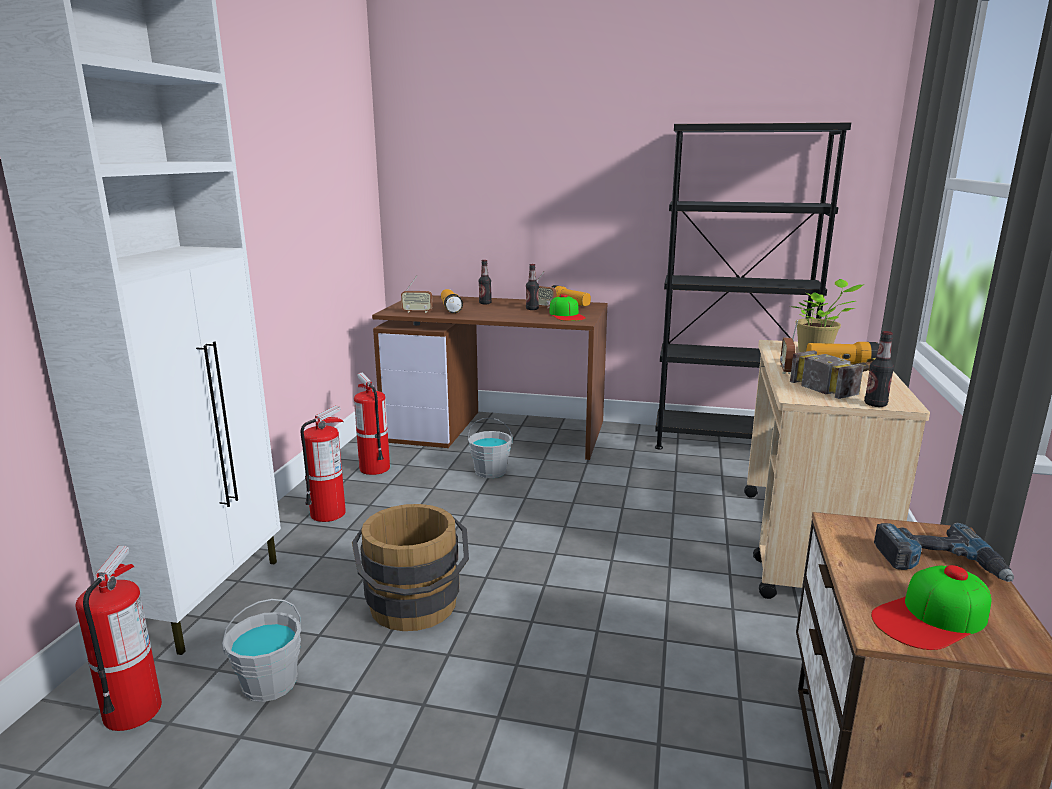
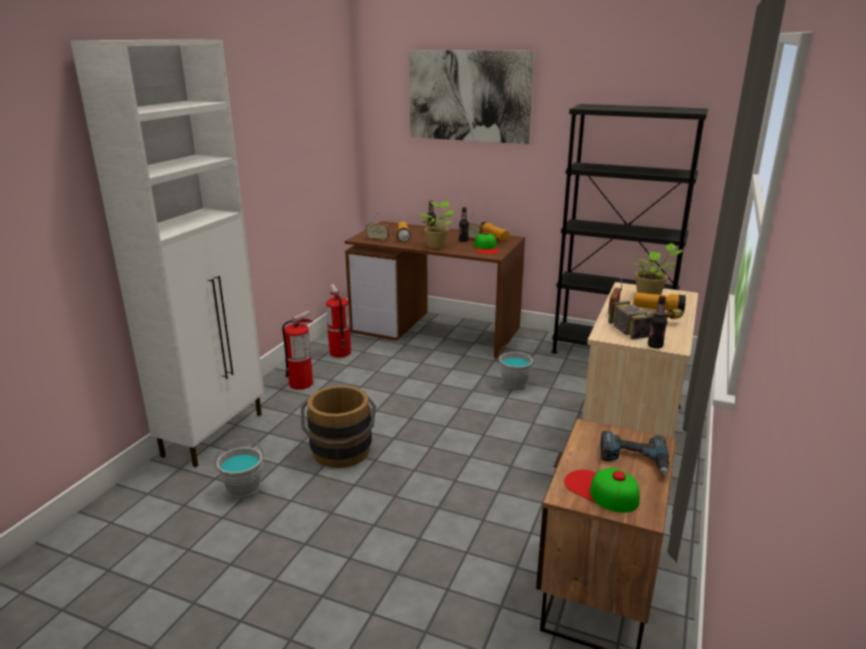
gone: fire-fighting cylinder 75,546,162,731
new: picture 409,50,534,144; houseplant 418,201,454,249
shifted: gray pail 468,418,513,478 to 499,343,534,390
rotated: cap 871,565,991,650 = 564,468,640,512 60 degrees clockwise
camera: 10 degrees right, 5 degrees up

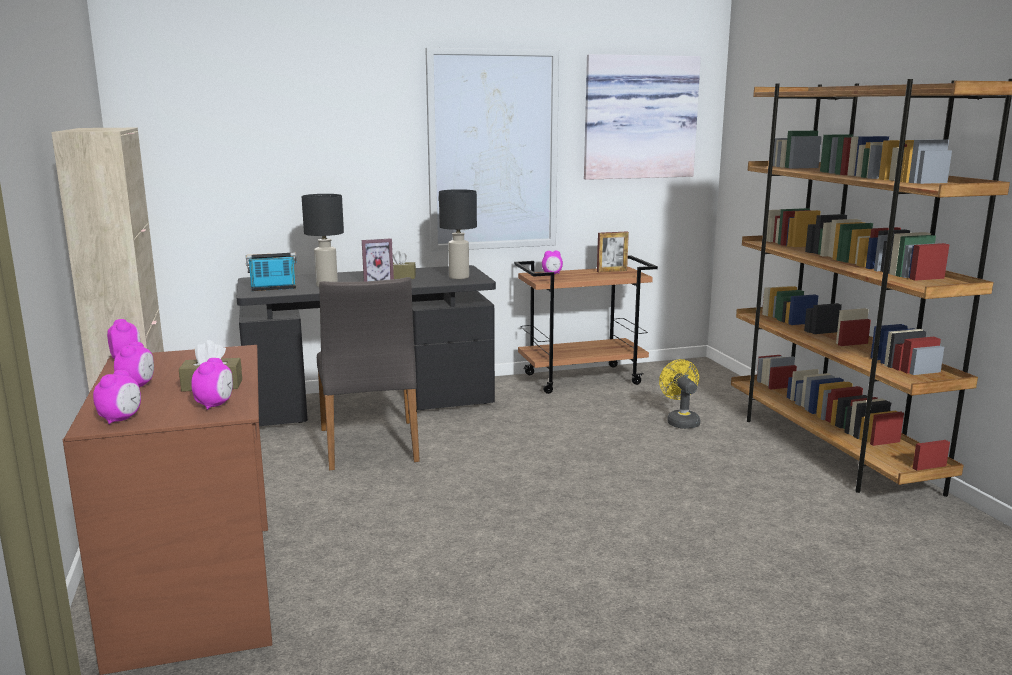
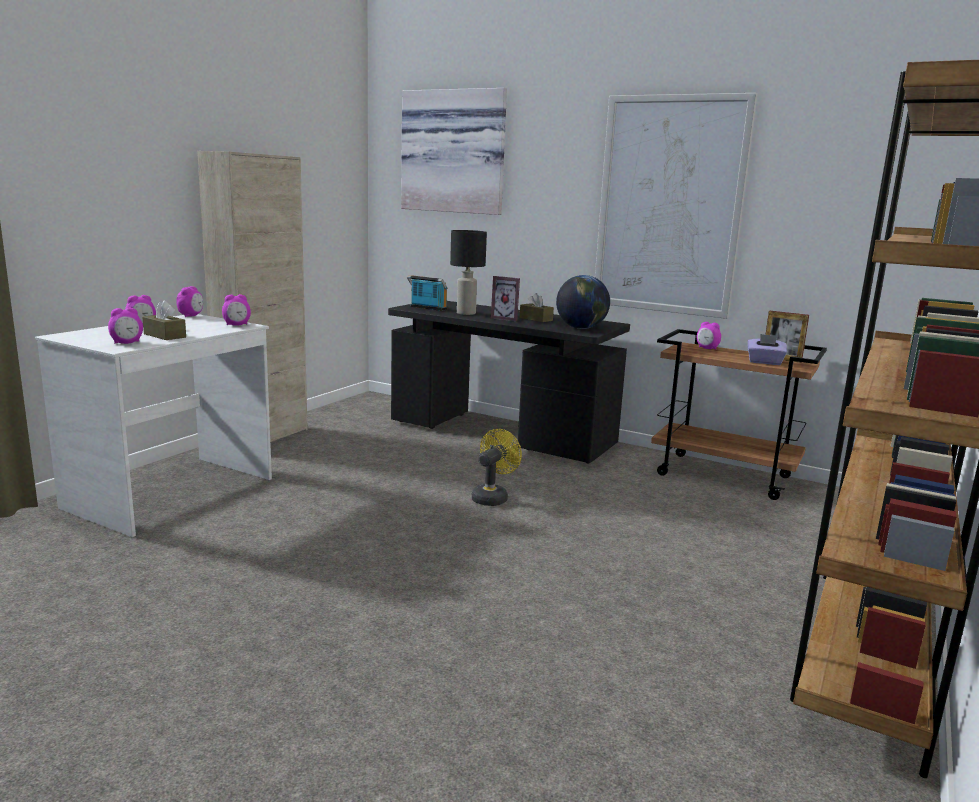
gone: gray plain chair 317,277,420,470
new: purple-coloured tissue box 748,334,787,365
shifted: alarm clock 93,370,141,424 to 222,294,251,326; picture 584,54,701,180 to 401,88,507,215; yellow-coloured cooling fan 659,359,700,429 to 471,429,522,506
swapped: black tabletop lamp 439,189,477,279 to desk globe 556,275,610,329
repainted: brownish desk table 63,345,272,675 to white-coloured desk table 35,314,272,537
camera: 45 degrees right, 0 degrees up

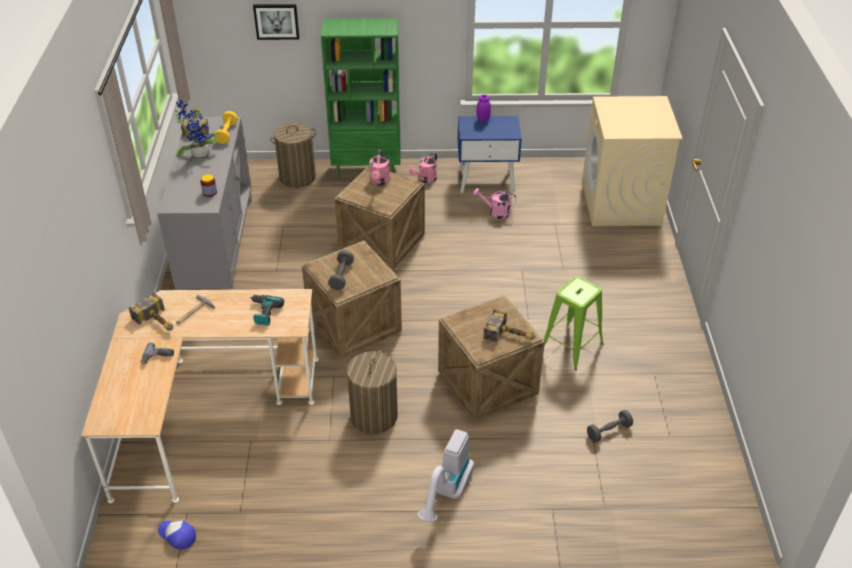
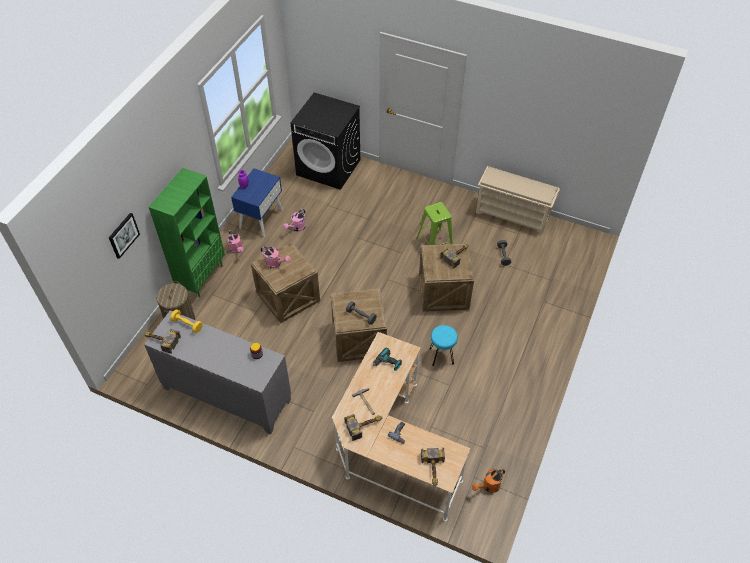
gone: houseplant 174,99,221,160; vacuum cleaner 417,429,474,522
new: tool hammer 421,448,445,486; beige shoe rack 476,166,560,234
swapped: laundry basket 347,350,398,434 to turquoise-coloured stool seat 429,325,458,366; cap 158,521,196,550 to orange watering pot 472,469,505,493
repainted: beige laundry machine 582,96,683,226 to black laundry machine 290,92,360,190
camera: 65 degrees left, 10 degrees up

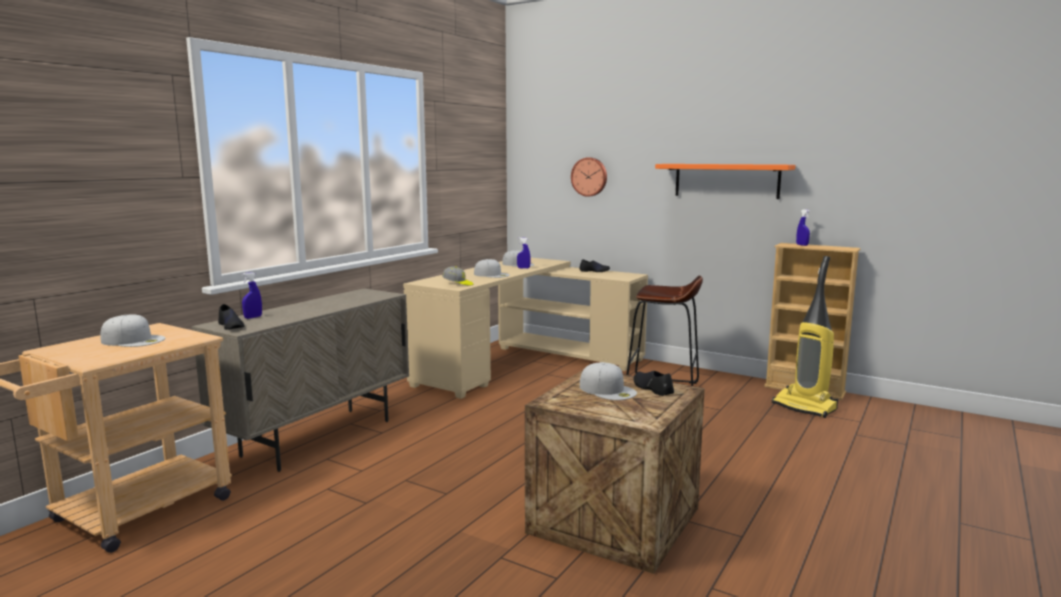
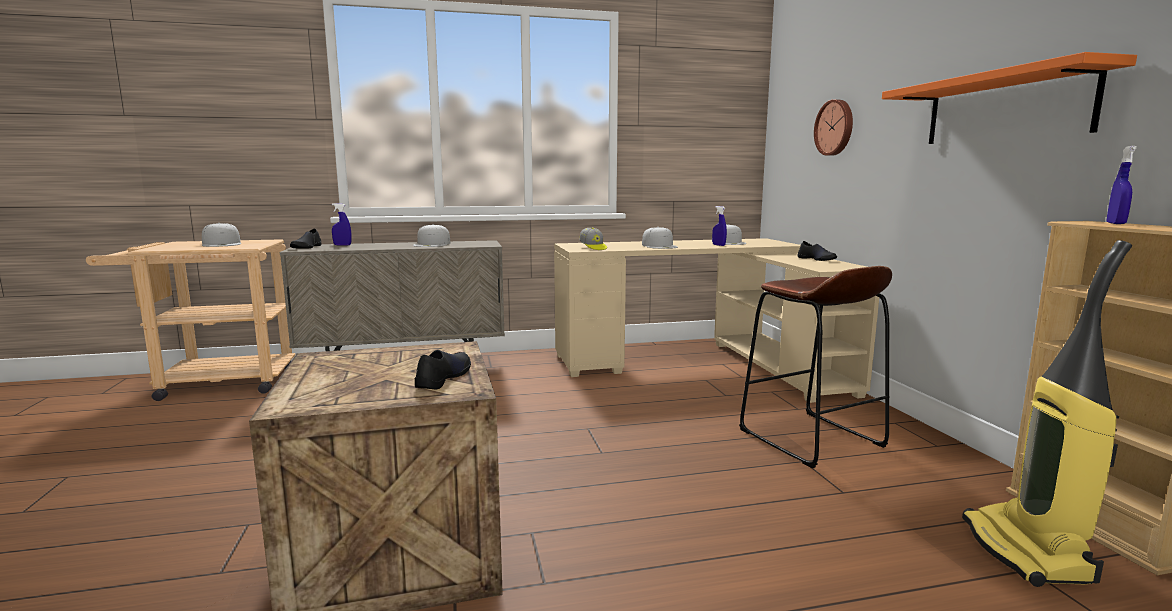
shifted: white-coloured cap 580,362,637,400 to 413,224,450,247
camera: 45 degrees right, 0 degrees up

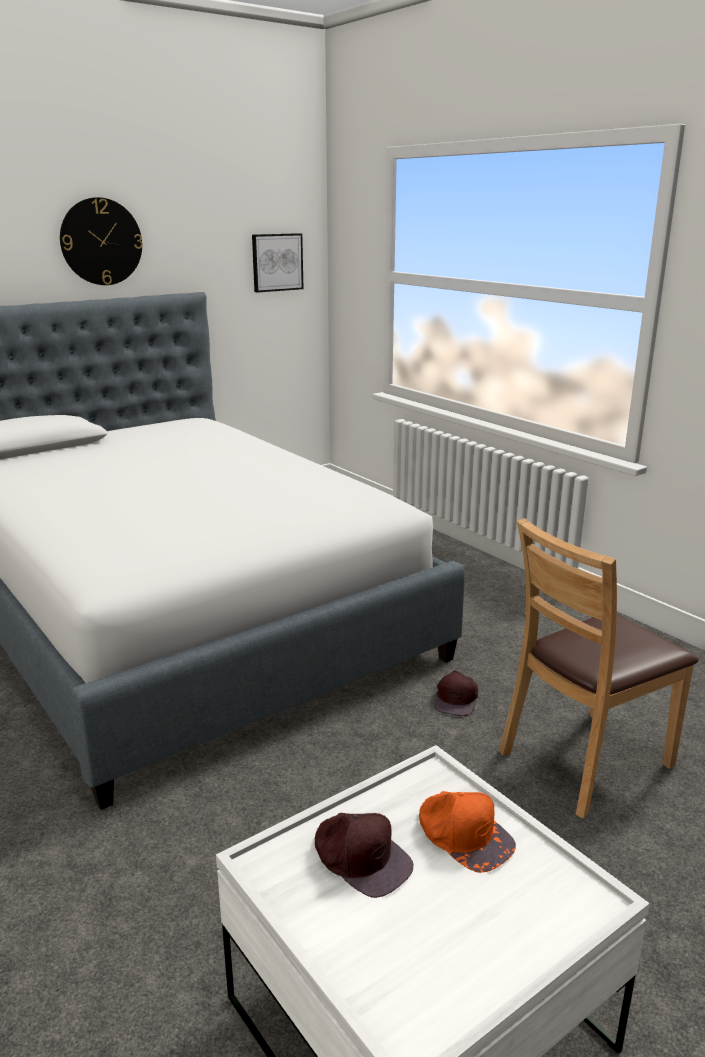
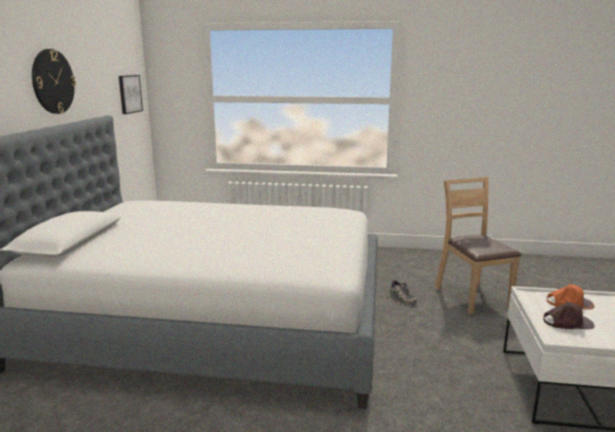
swapped: brownish cap 435,670,478,716 to low shoe 389,279,417,305
rotated: brownish plain chair 499,518,698,818 = 435,177,522,315 150 degrees clockwise
camera: 45 degrees left, 5 degrees down

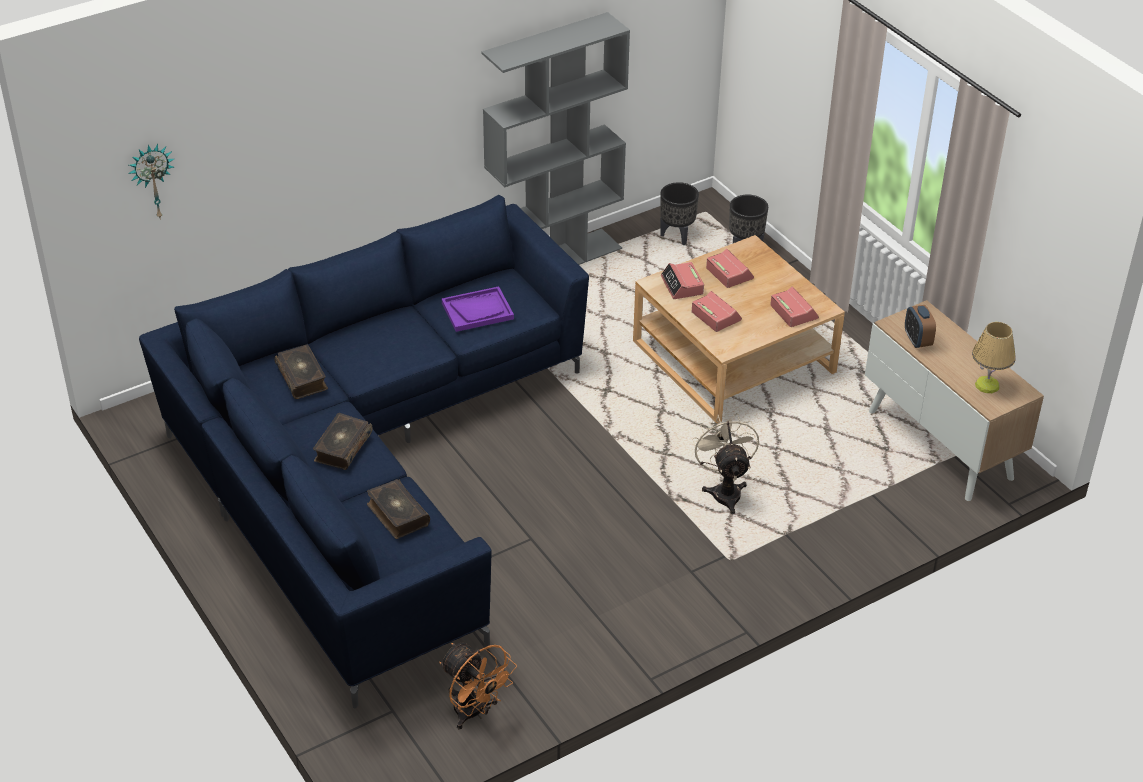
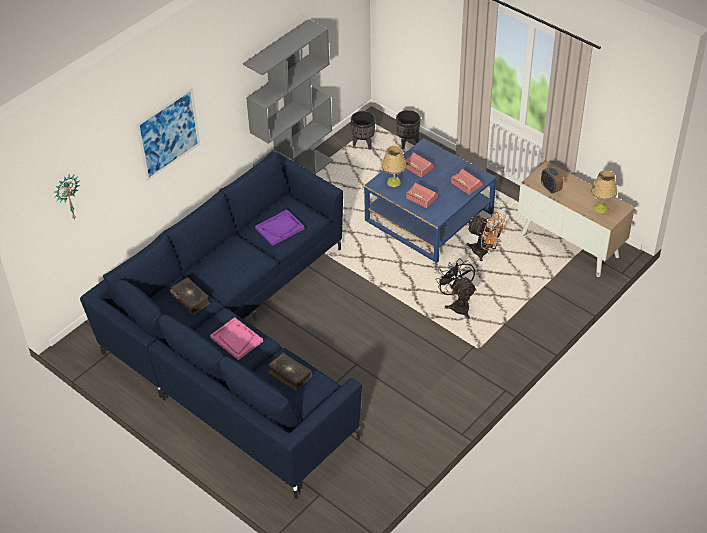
new: picture 136,87,200,181
shifted: orange cooling fan 439,643,517,730 to 466,212,507,261
swapped: book 313,413,373,470 to pink-coloured tray 210,317,263,360; alarm clock 661,262,704,299 to tabletop lamp 382,146,406,187
repainted: beige coffee table 633,235,845,424 to blue-coloured coffee table 364,138,496,263; beige cooling fan 692,413,759,514 to black cooling fan 436,258,477,319
camera: 15 degrees left, 5 degrees up

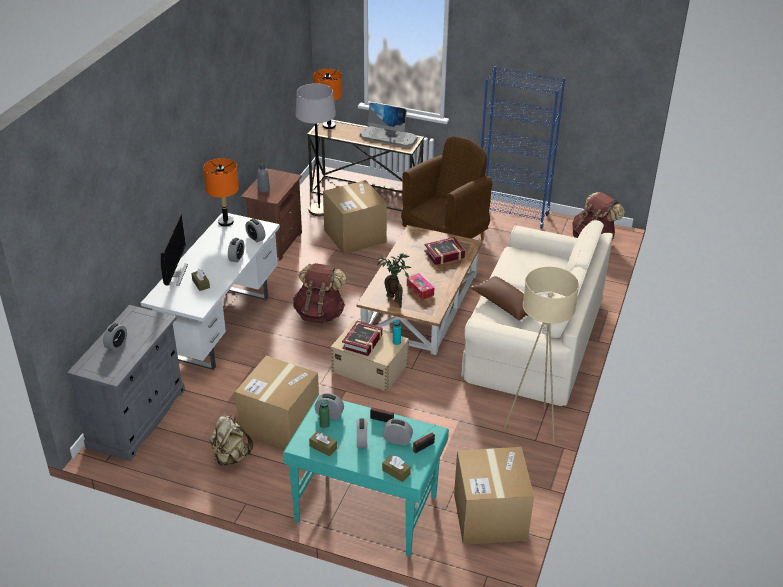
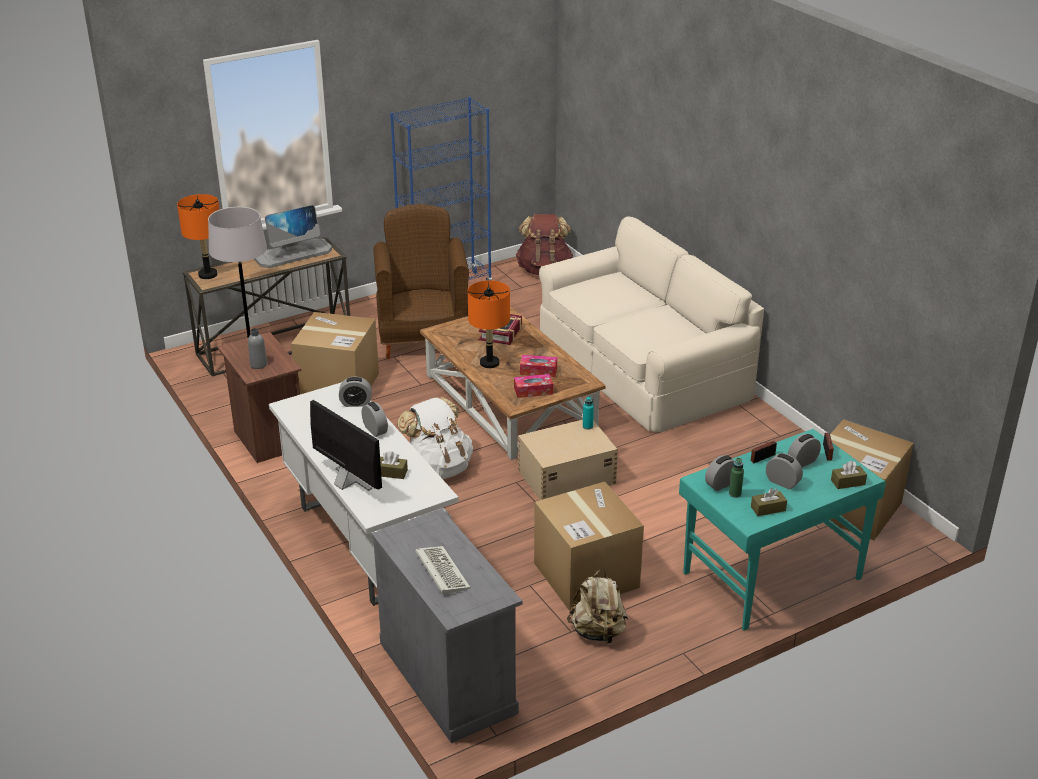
gone: book 342,321,383,356; brownish pillow 471,276,528,322; beige floor lamp 504,267,579,444
shifted: orange tabletop lamp 203,158,239,227 to 468,280,510,368
swapped: alarm clock 103,323,127,351 to computer keyboard 415,546,471,595; houseplant 377,253,411,308 to tissue box 514,374,553,398
repainted: brownish knapsack 293,263,346,324 to white-coloured knapsack 398,397,473,479
camera: 50 degrees left, 5 degrees down

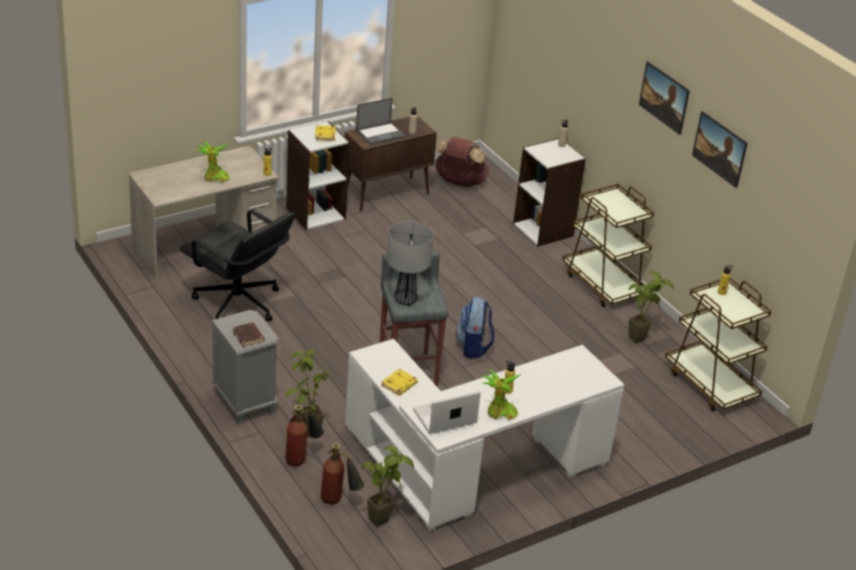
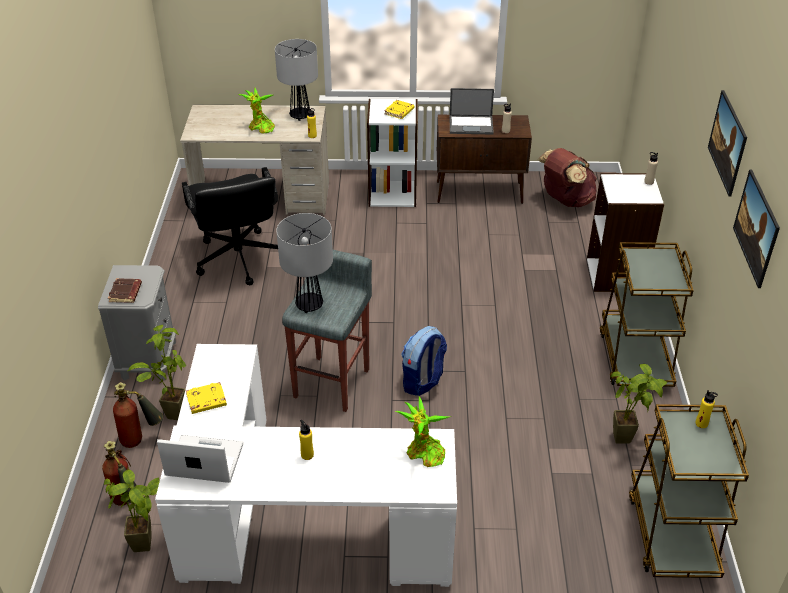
new: tabletop lamp 275,39,318,121
shifted: houseplant 482,369,521,420 to 395,396,451,467
camera: 35 degrees right, 5 degrees up

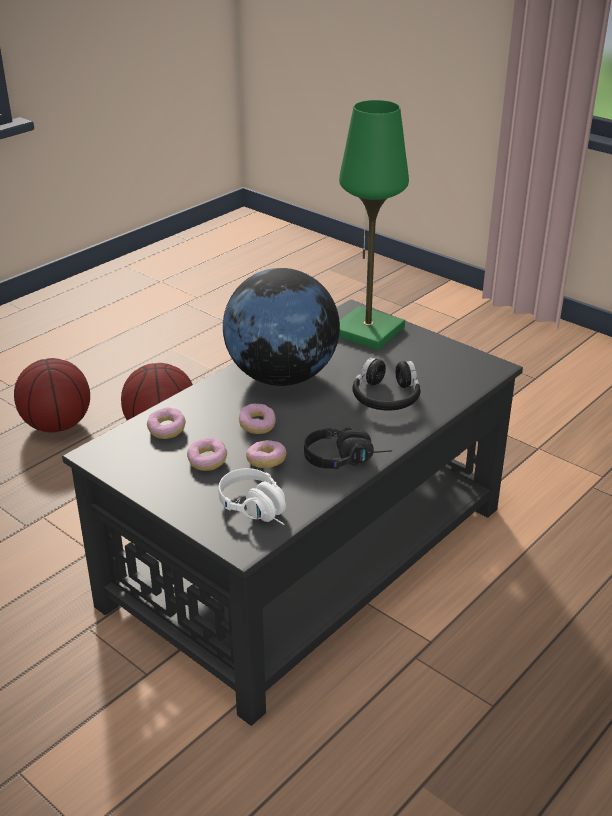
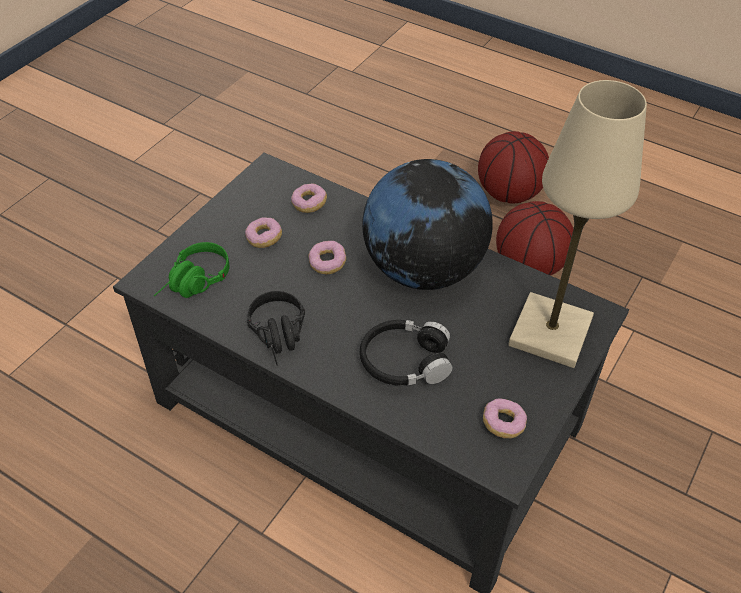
shifted: ring doughnut 246,440,286,468 to 483,398,527,438
repainted: white-coloured pair of headphones 219,468,286,525 to green-coloured pair of headphones 154,242,229,298; green-coloured tabletop lamp 339,100,409,350 to beige tabletop lamp 508,80,647,368
camera: 80 degrees right, 15 degrees up

